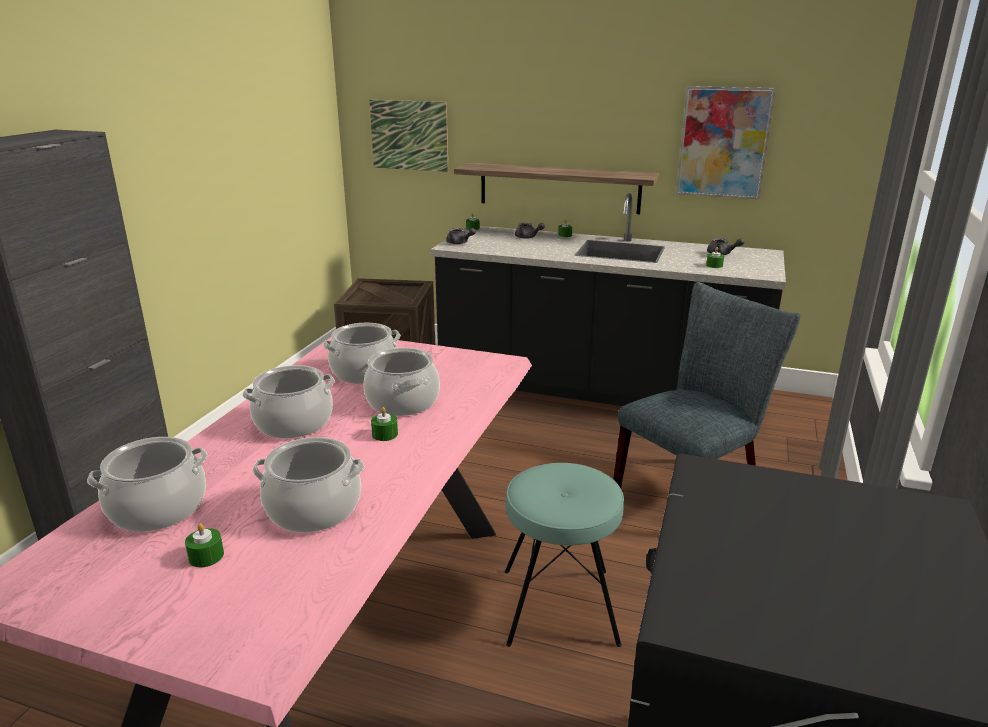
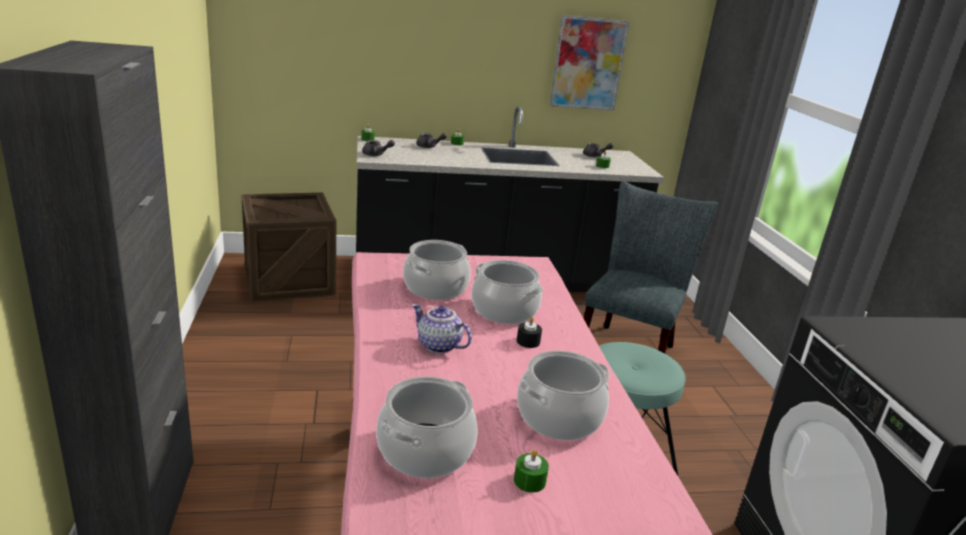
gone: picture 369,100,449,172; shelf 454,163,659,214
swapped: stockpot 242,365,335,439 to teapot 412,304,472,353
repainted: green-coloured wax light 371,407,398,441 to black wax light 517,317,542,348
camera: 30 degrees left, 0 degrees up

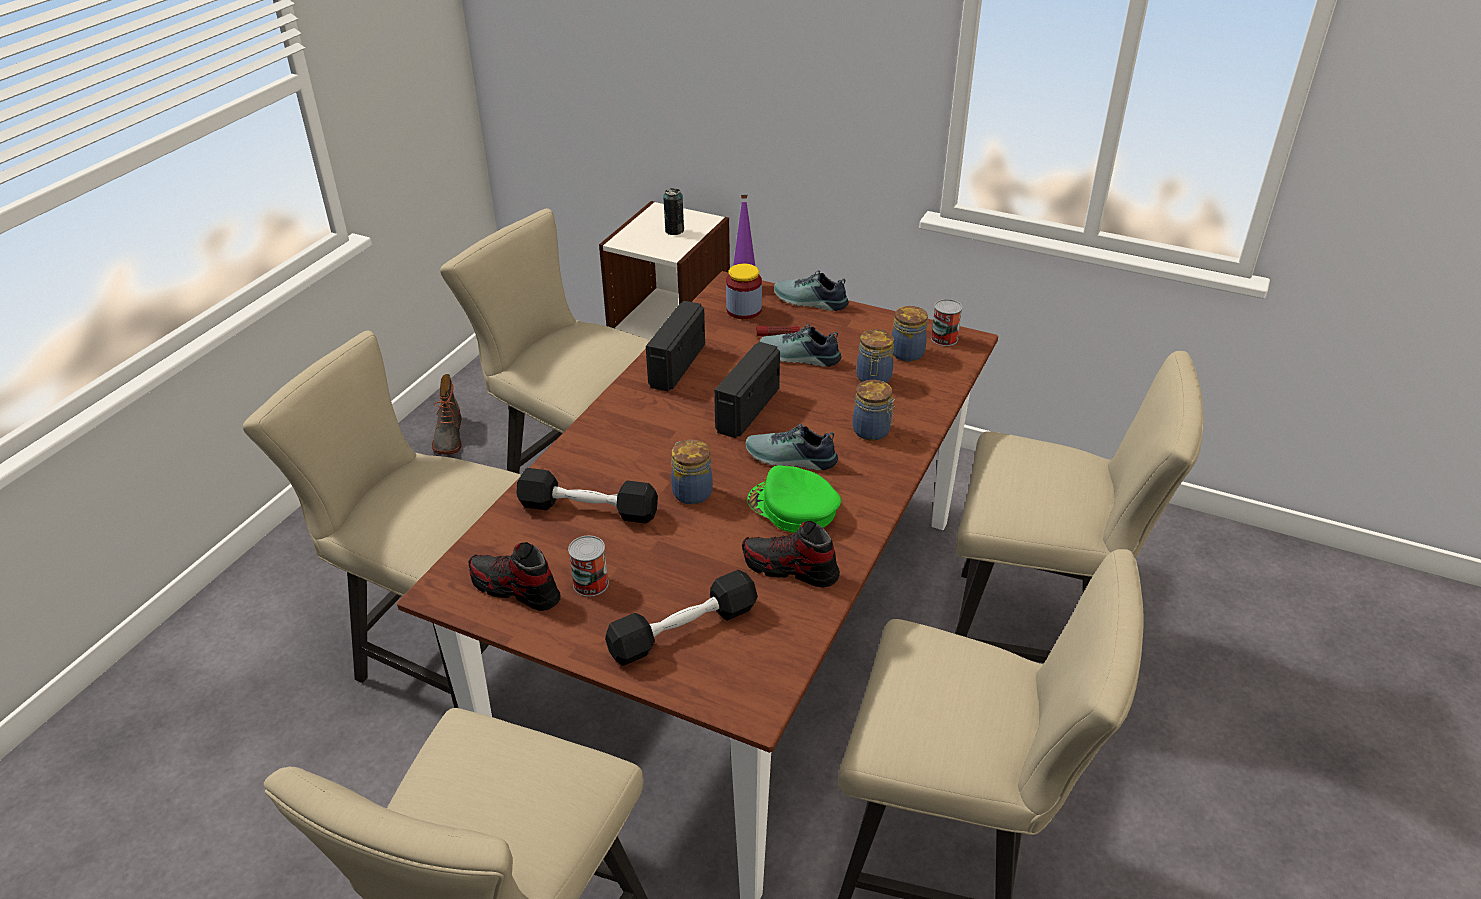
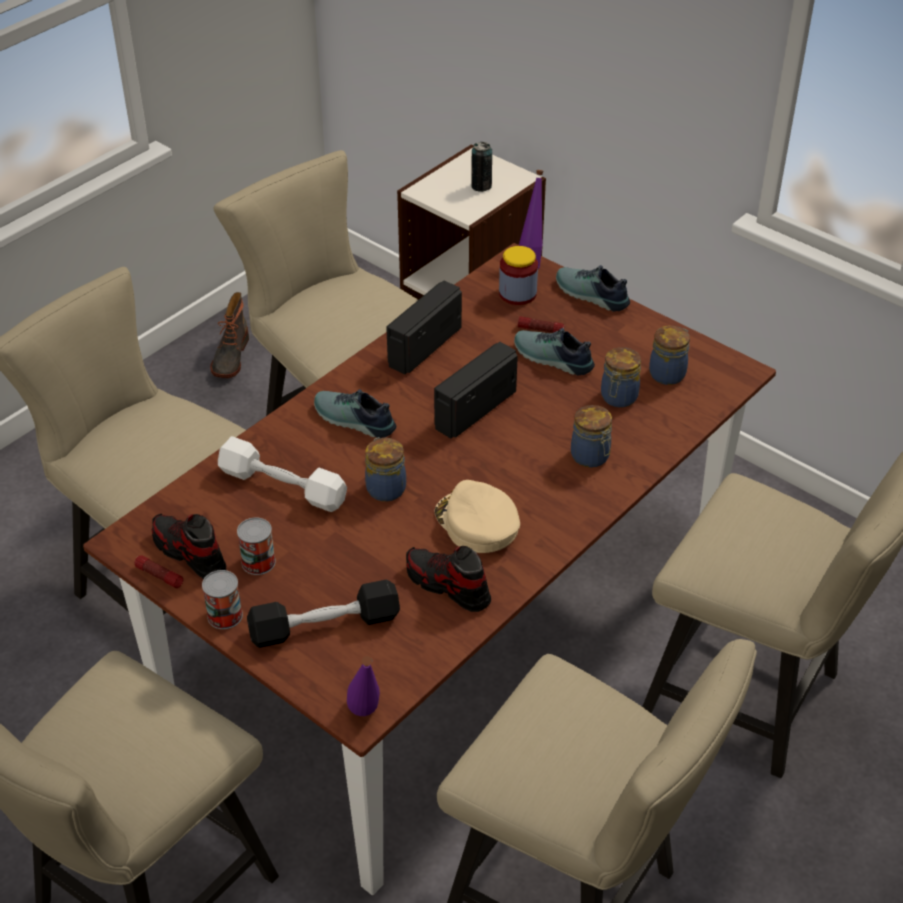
new: hand torch 135,555,183,588; purple-coloured beverage bottle 347,656,380,716
shifted: can 931,299,962,346 to 202,570,243,629; low shoe 745,424,838,471 to 314,389,396,438
repainted: black dumbbell 516,468,658,524 to white-coloured dumbbell 218,436,347,512; green-coloured cap 747,465,841,533 to beige cap 434,480,520,553
camera: 15 degrees right, 5 degrees up

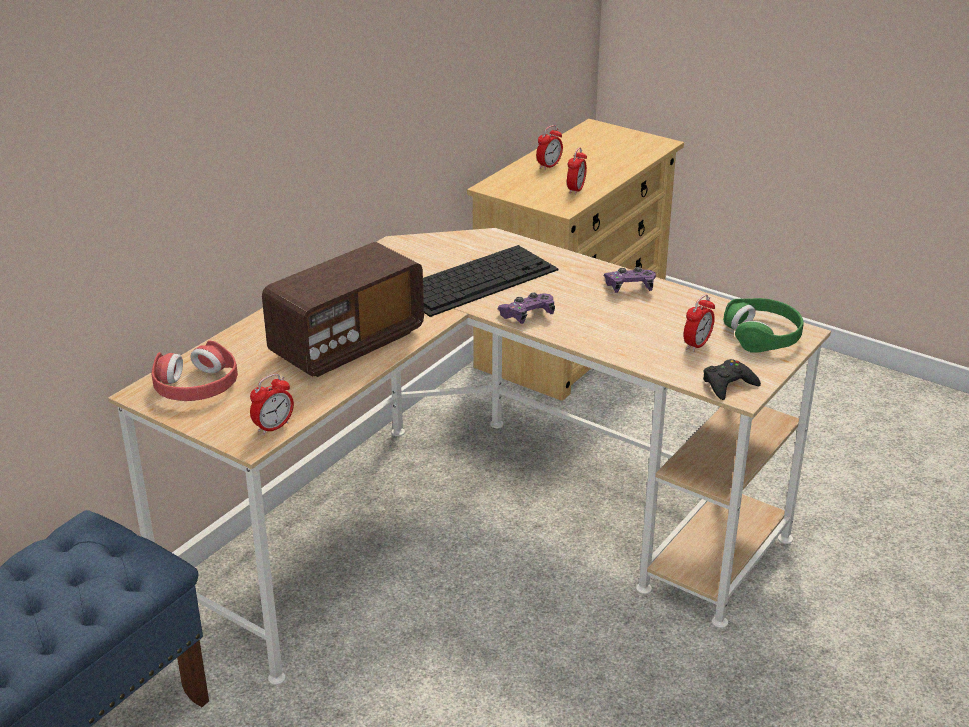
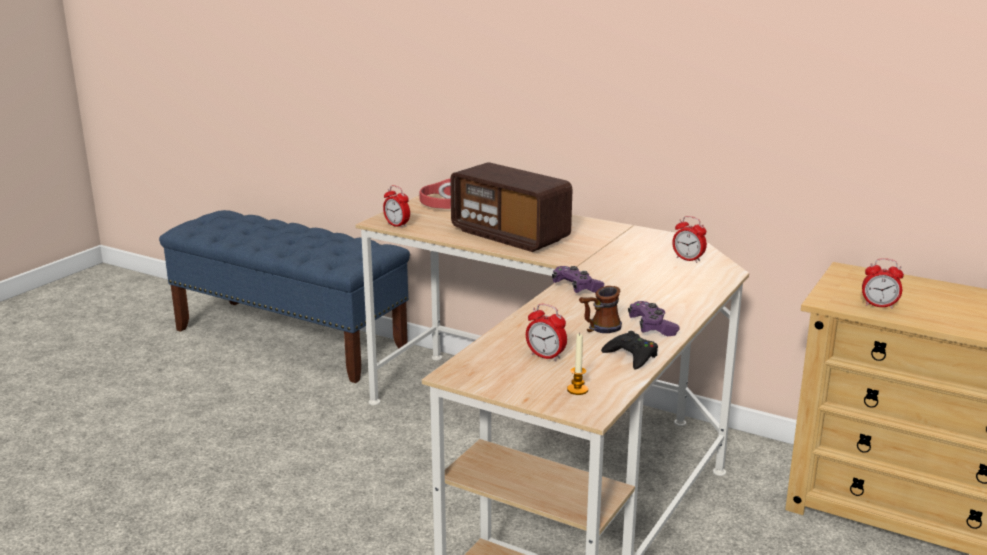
gone: computer keyboard 423,245,559,317
new: mug 579,286,622,333
shifted: black game controller 703,359,761,400 to 601,331,658,370; alarm clock 536,125,563,170 to 672,216,707,263
swapped: green-coloured pair of headphones 723,298,804,353 to wax light 567,334,588,395
camera: 85 degrees right, 10 degrees down

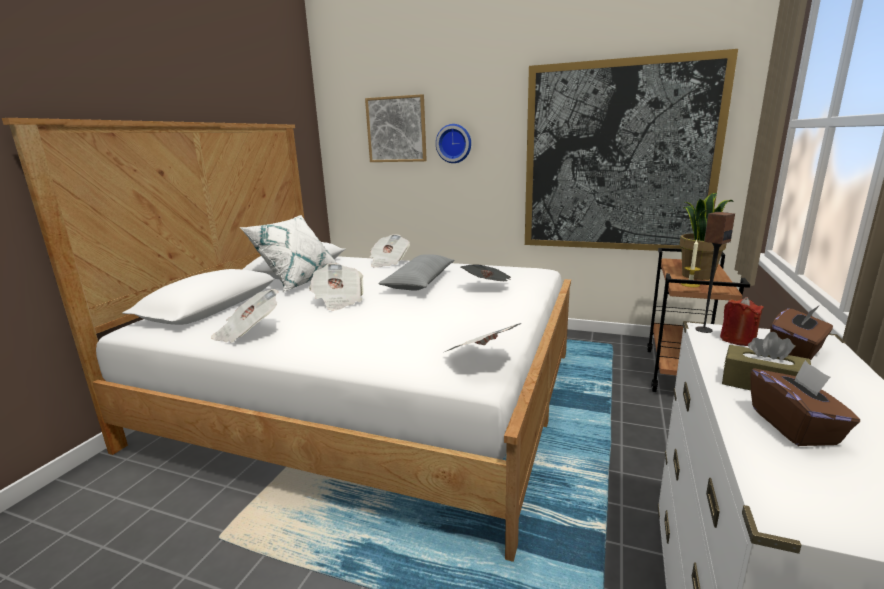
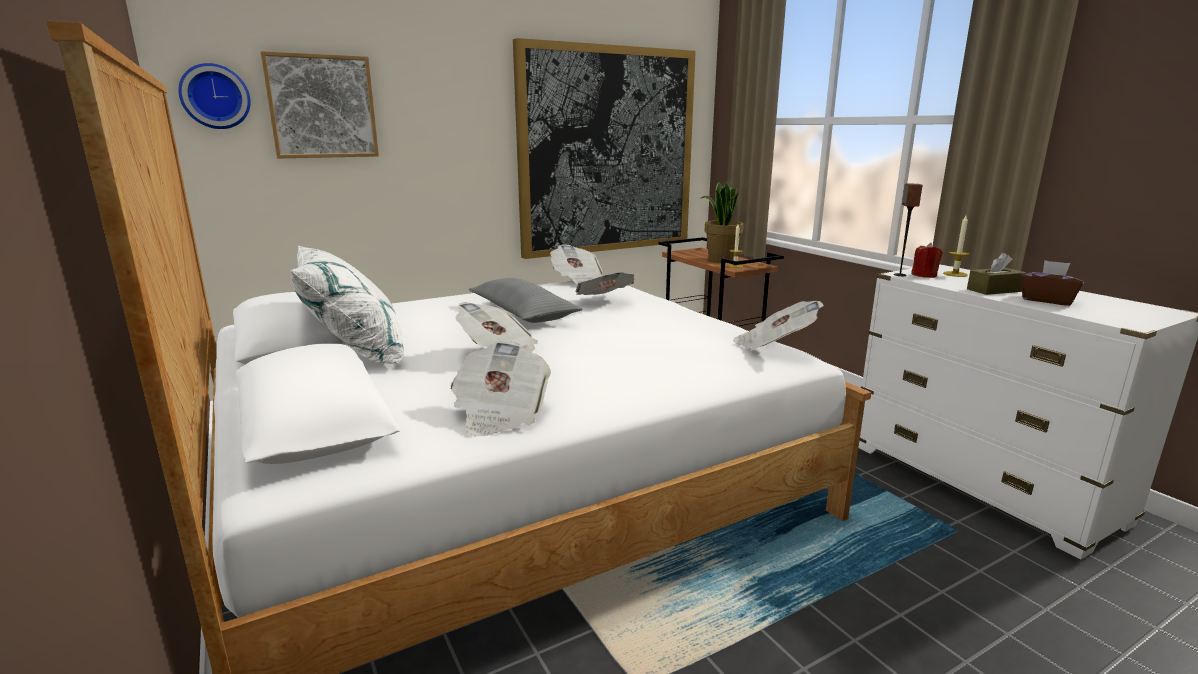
shifted: hanging clock 436,124,471,163 to 178,63,251,129; daily paper 370,234,410,268 to 550,244,603,284
swapped: brownish tissue box 770,305,833,360 to wax light 943,216,970,277
camera: 50 degrees left, 0 degrees up

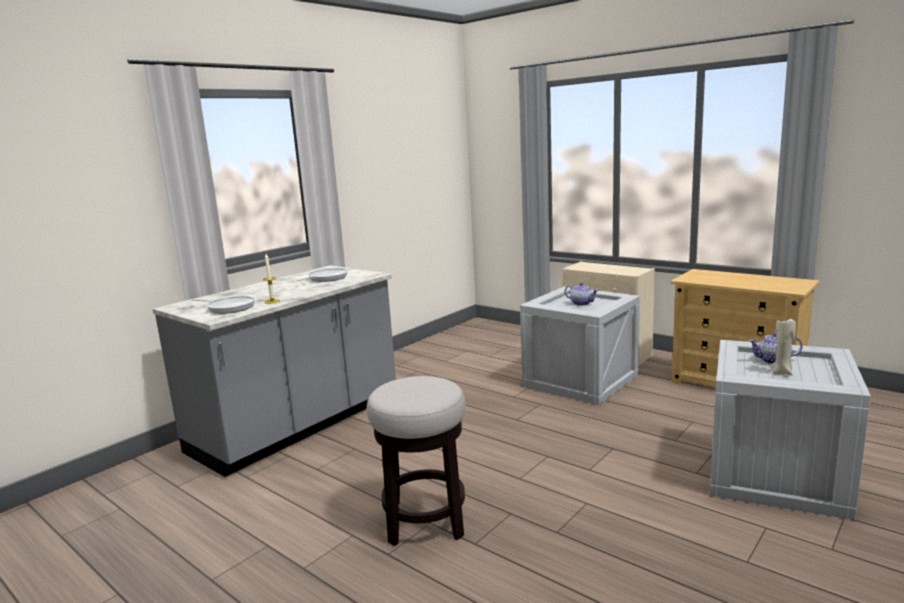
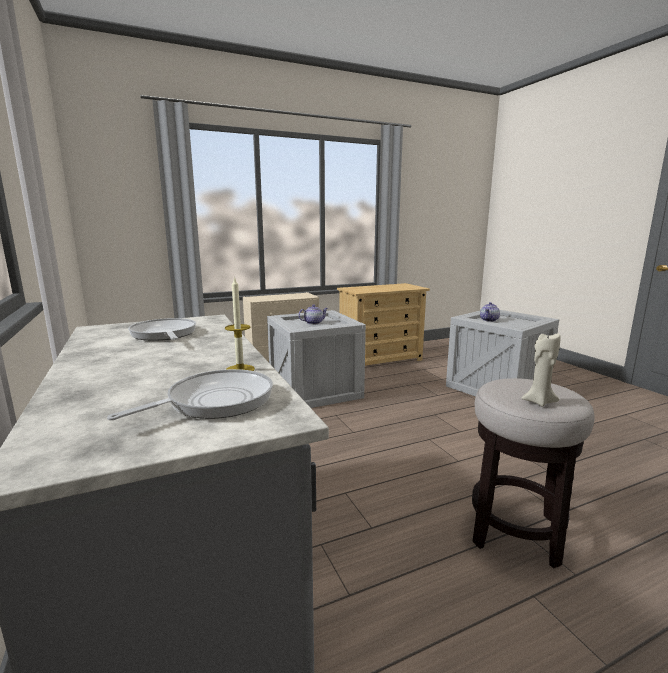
shifted: beige wax light 771,317,796,376 to 522,332,560,406
camera: 65 degrees left, 0 degrees up

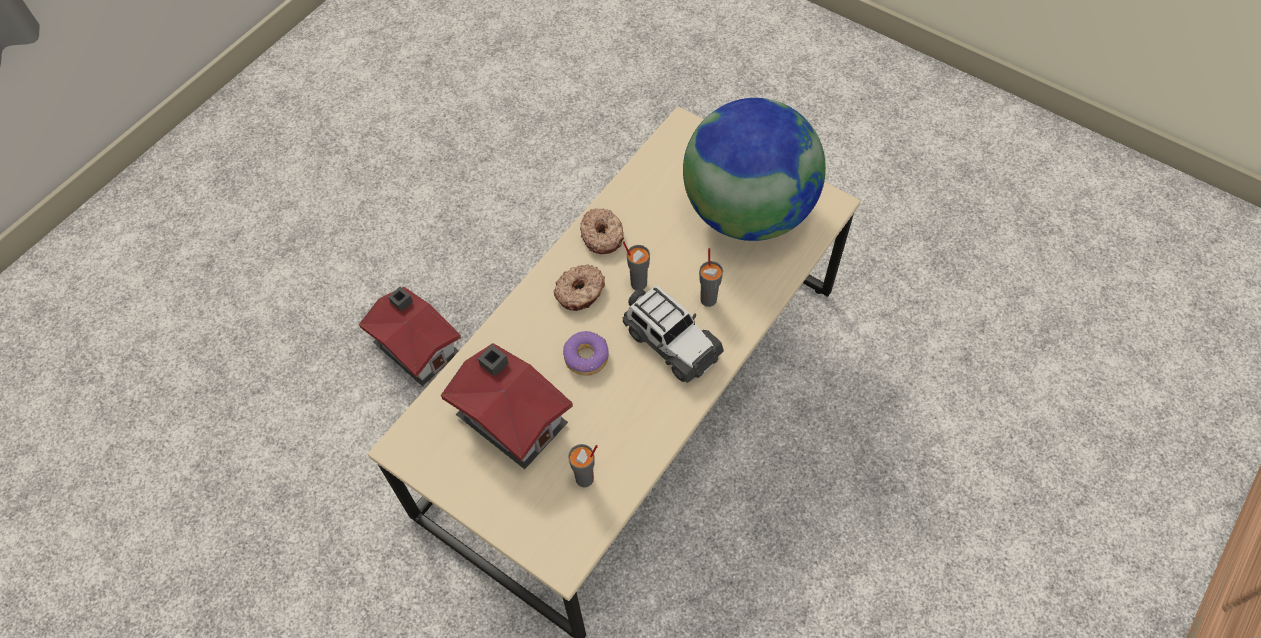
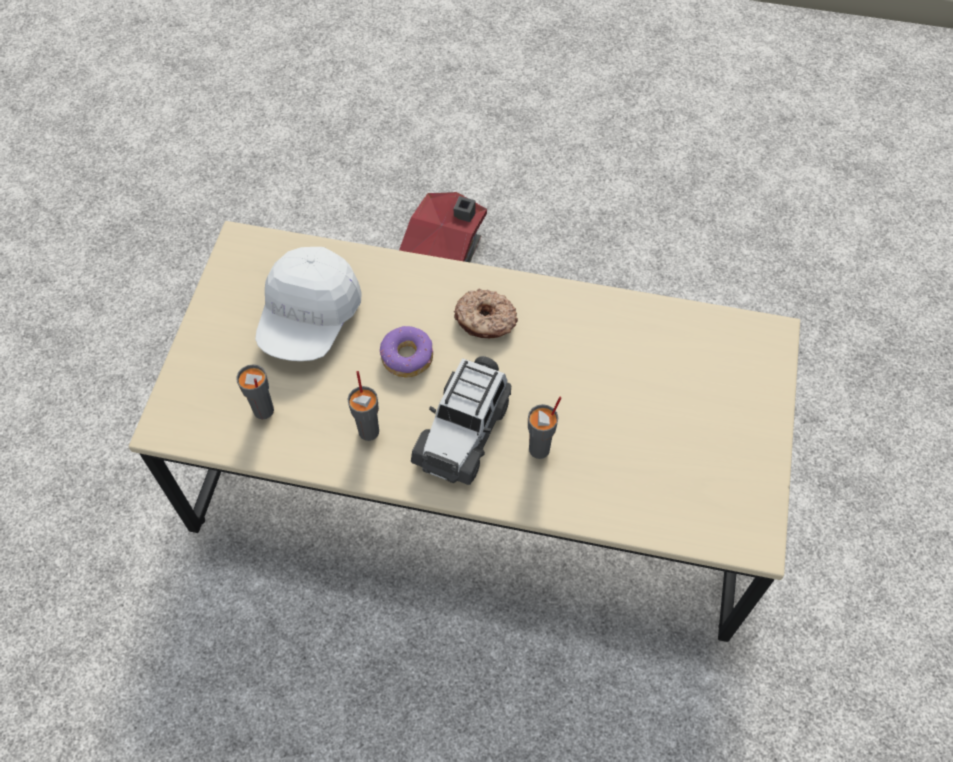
gone: ring doughnut 580,208,624,254; desk globe 683,98,826,241
shifted: gray drinking cup 623,241,650,290 to 347,371,379,441
swapped: model house 441,343,573,469 to white-coloured cap 255,247,362,361
camera: 65 degrees right, 0 degrees up

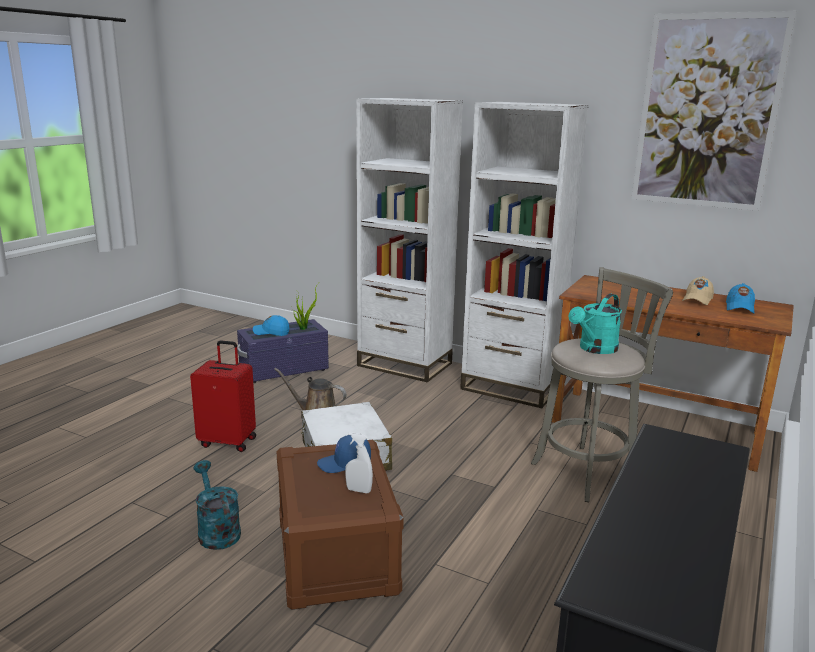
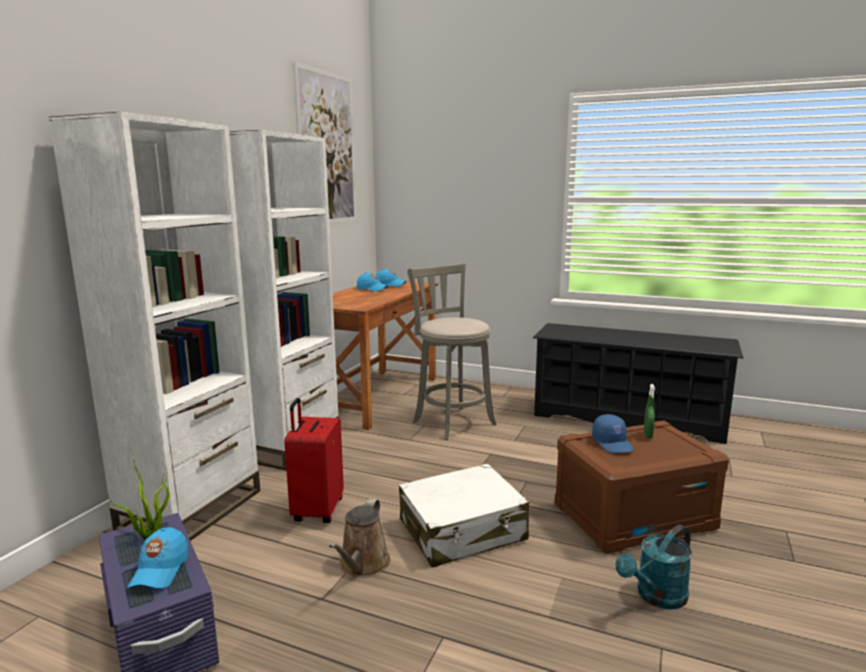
gone: turquoise-coloured watering pot 569,294,622,354
shifted: red-coloured piece of luggage 190,340,256,452 to 284,398,344,523
repainted: beige cap 682,276,714,305 to blue-coloured cap 357,272,389,292; white-coloured spray bottle 345,432,373,493 to green-coloured spray bottle 643,384,655,438
camera: 95 degrees left, 5 degrees down

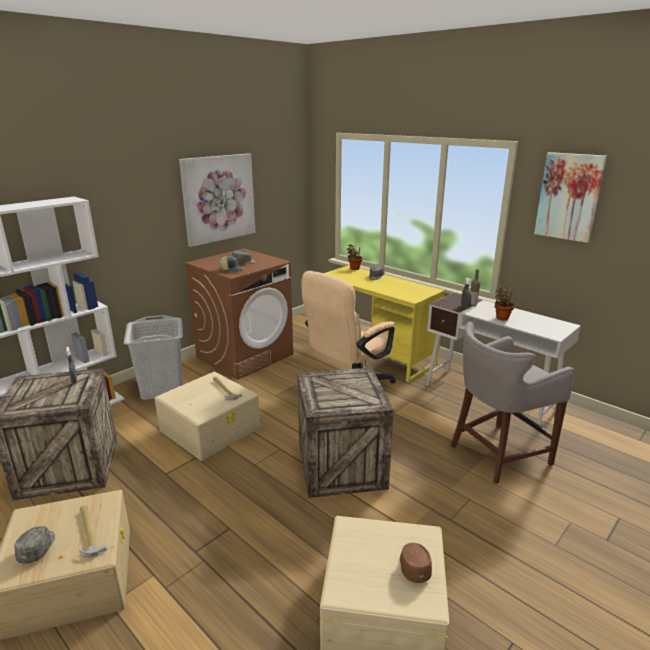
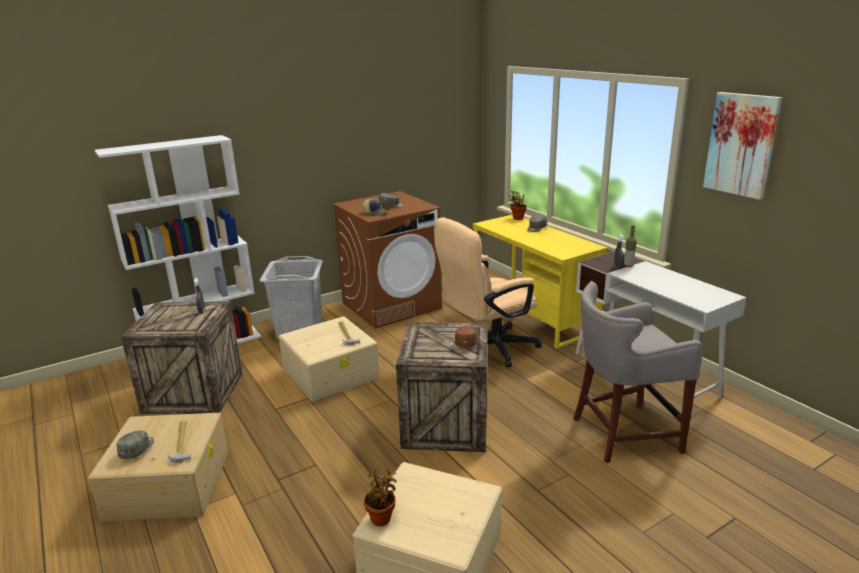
gone: picture 179,153,255,247
shifted: houseplant 495,285,515,320 to 364,466,397,526; brownish cap 400,543,432,583 to 455,326,477,348
camera: 15 degrees right, 0 degrees up

